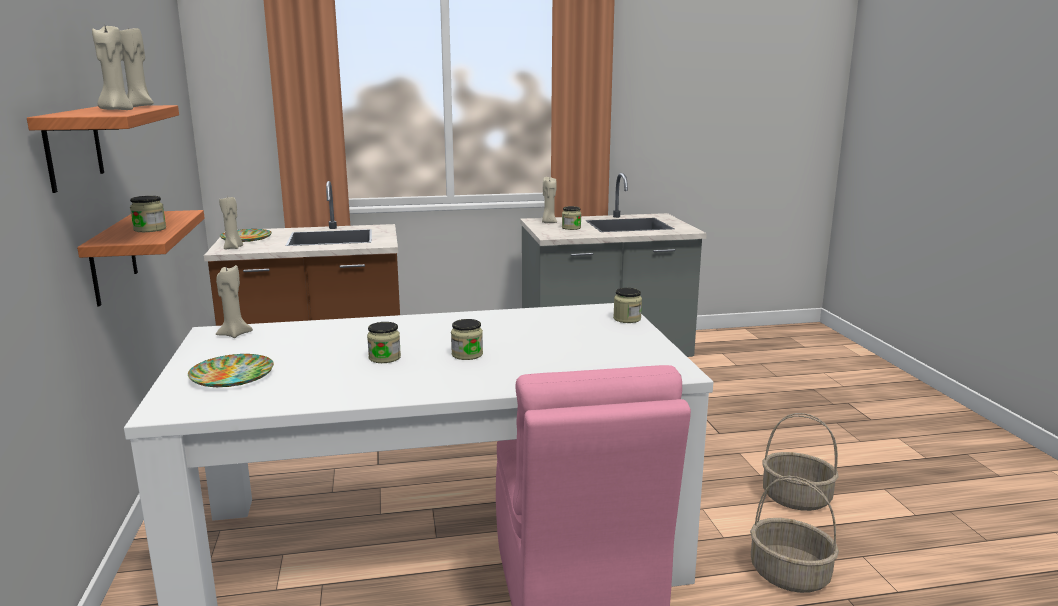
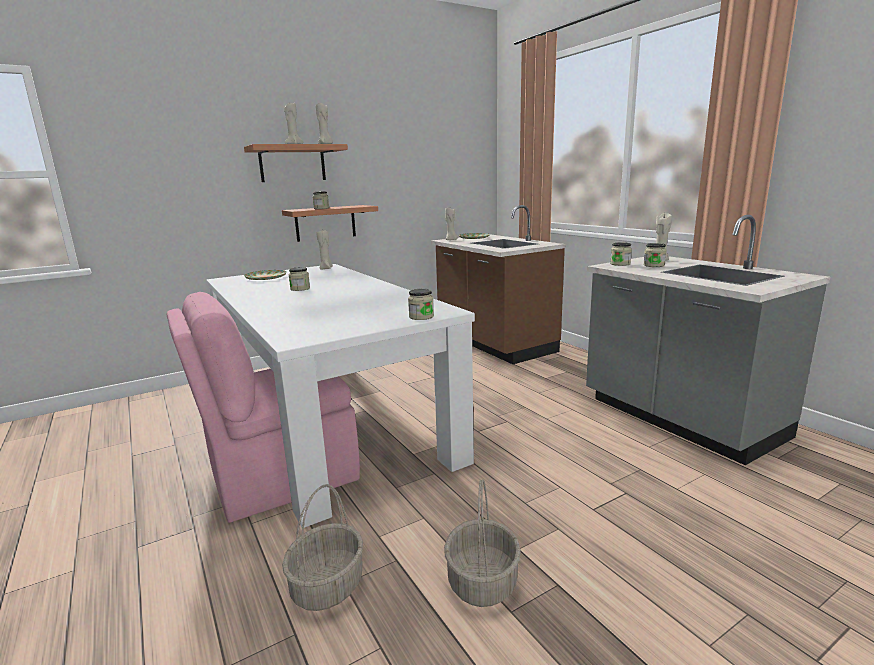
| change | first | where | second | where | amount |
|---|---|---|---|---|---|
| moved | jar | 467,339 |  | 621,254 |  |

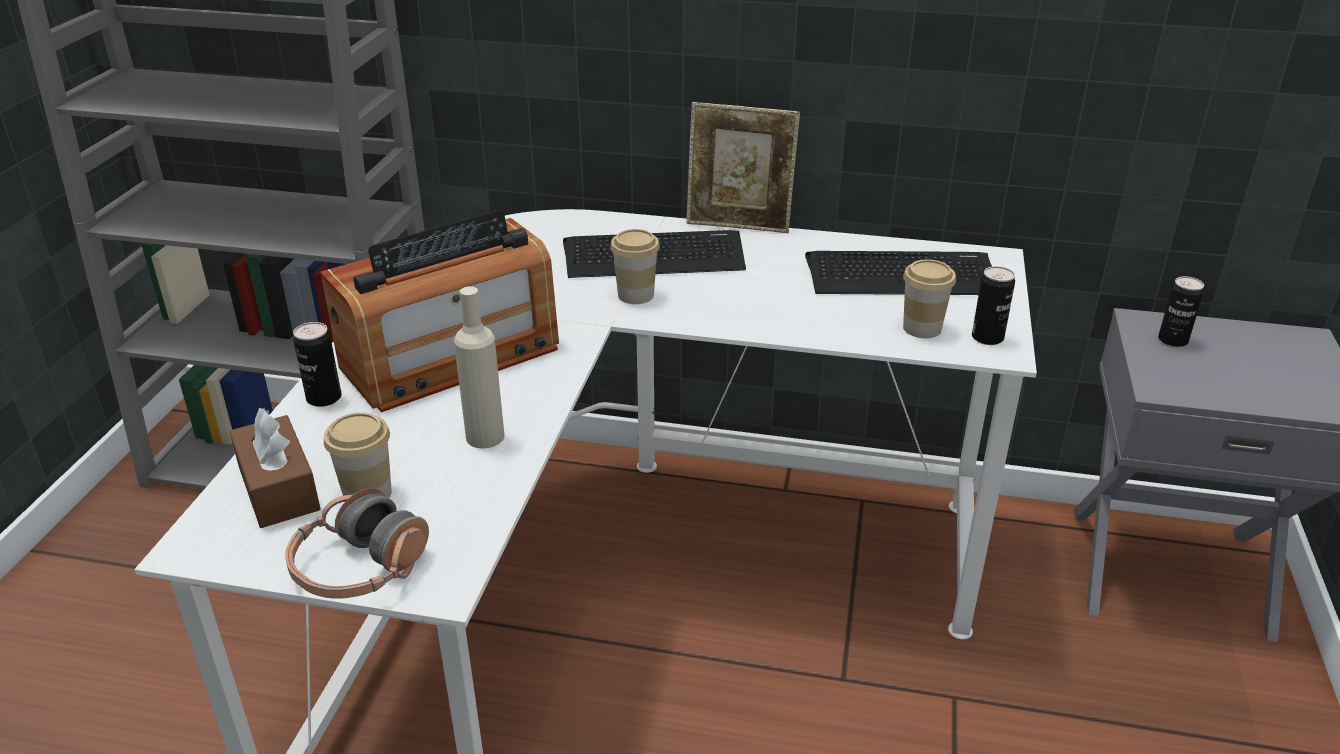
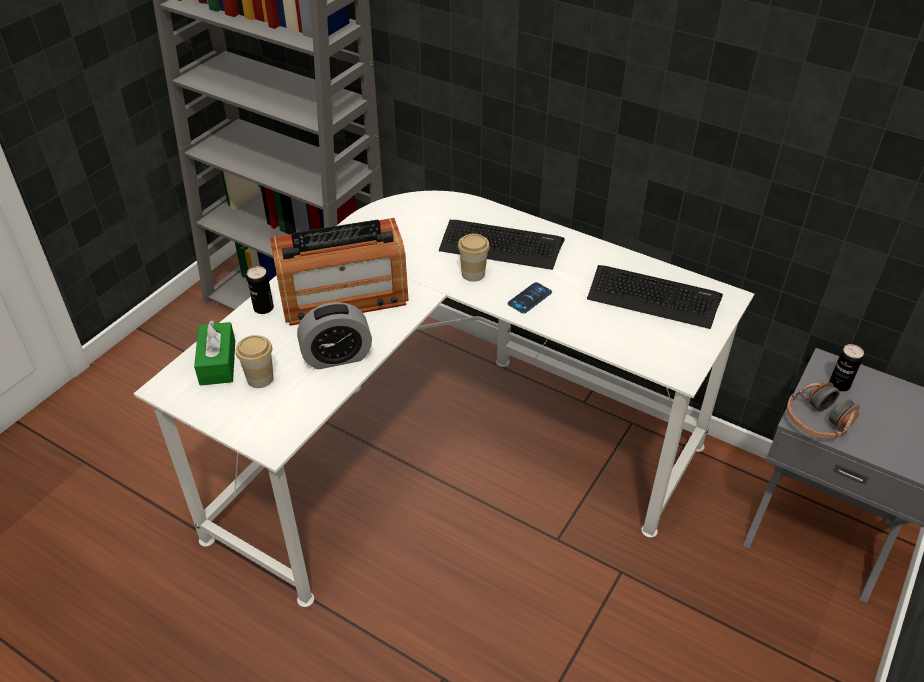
| change | first | where | second | where | amount |
|---|---|---|---|---|---|
| removed | picture frame | 743,167 |  |  |  |
| removed | cup | 929,298 |  |  |  |
| removed | can | 993,305 |  |  |  |
| replaced | beige bottle | 479,367 | alarm clock | 334,335 |  |
| recoloured | brown tissue box | 274,468 | green tissue box | 214,352 |  |
| moved | headphones | 357,543 |  | 823,410 |  |
| added |  |  | phone | 530,298 |  |

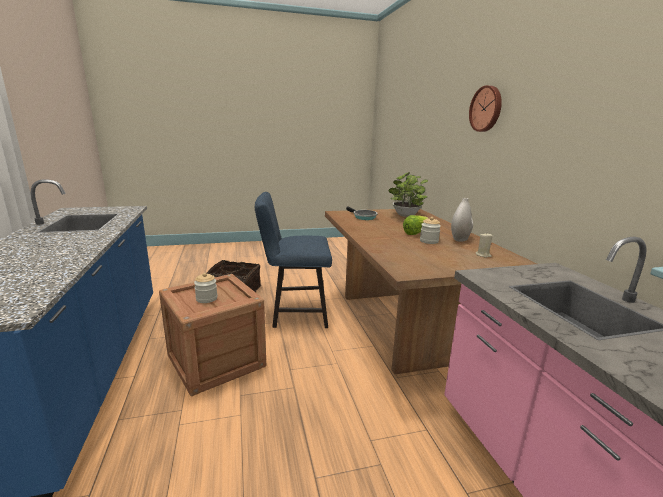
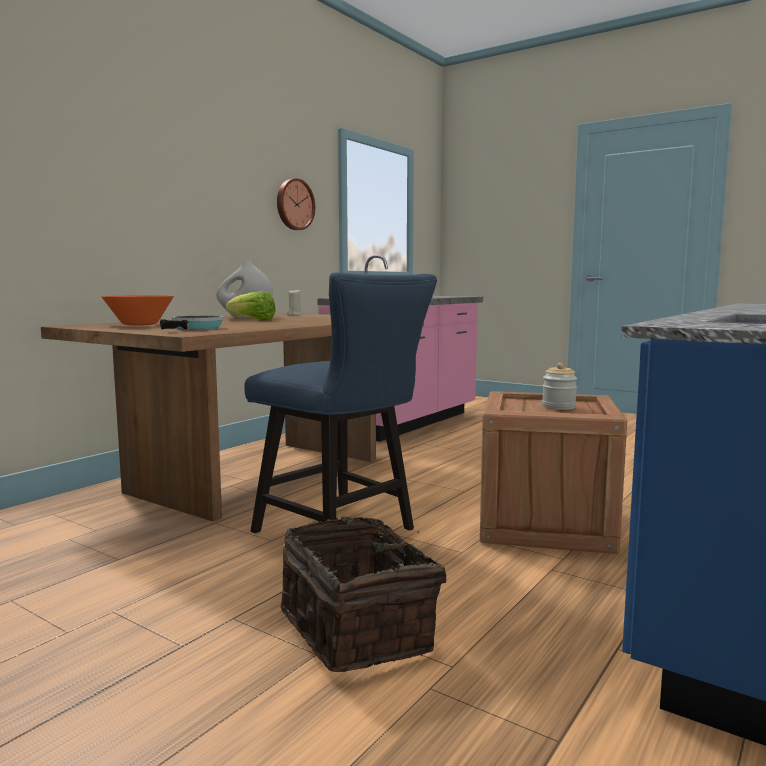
| change | first | where | second | where | amount |
|---|---|---|---|---|---|
| moved | wall clock | 485,108 |  | 296,204 |  |
| replaced | potted plant | 408,194 | orange bowl | 137,310 |  |
| removed | jar | 430,230 |  |  |  |

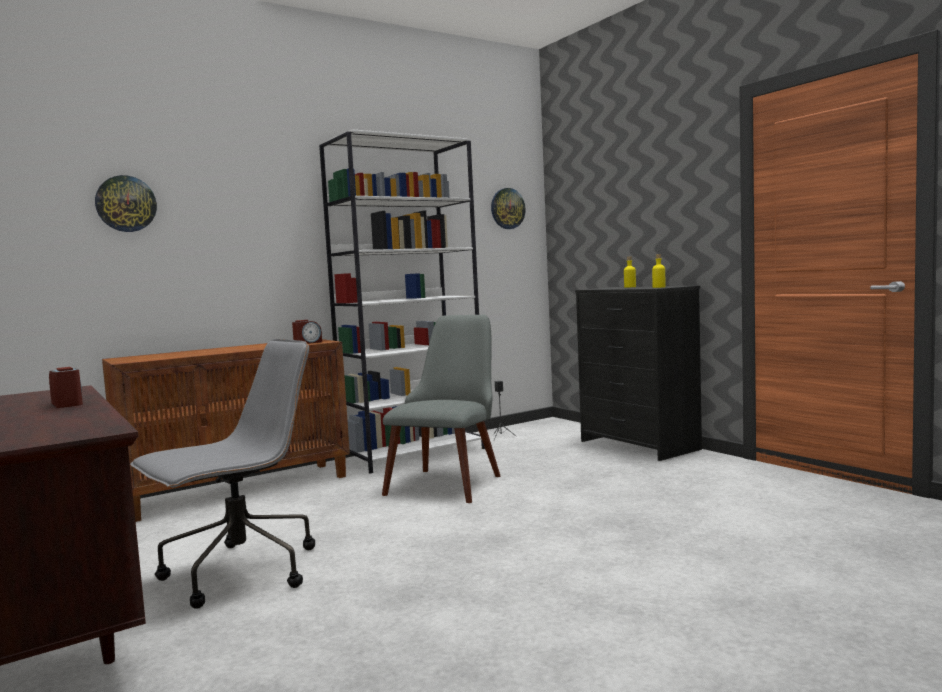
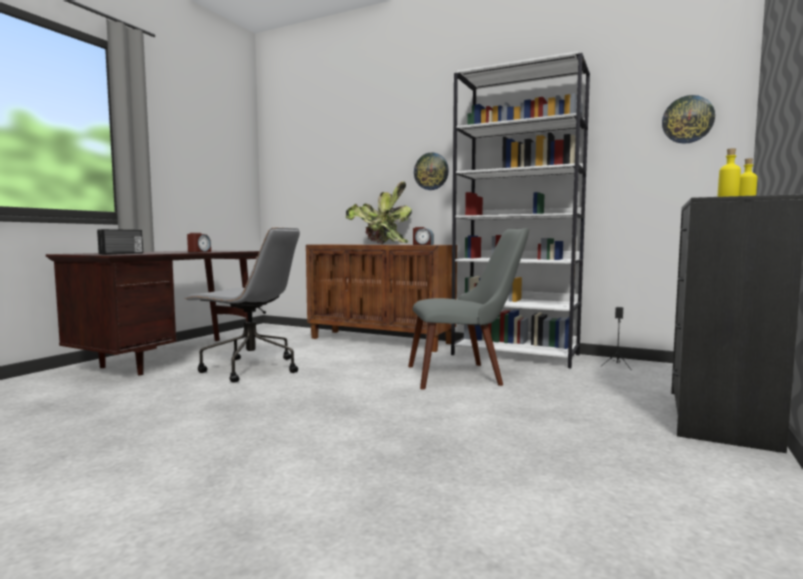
| change | first | where | second | where | amount |
|---|---|---|---|---|---|
| moved | wall clock | 126,203 |  | 431,171 |  |
| added |  |  | potted plant | 379,212 |  |
| added |  |  | radio | 120,241 |  |

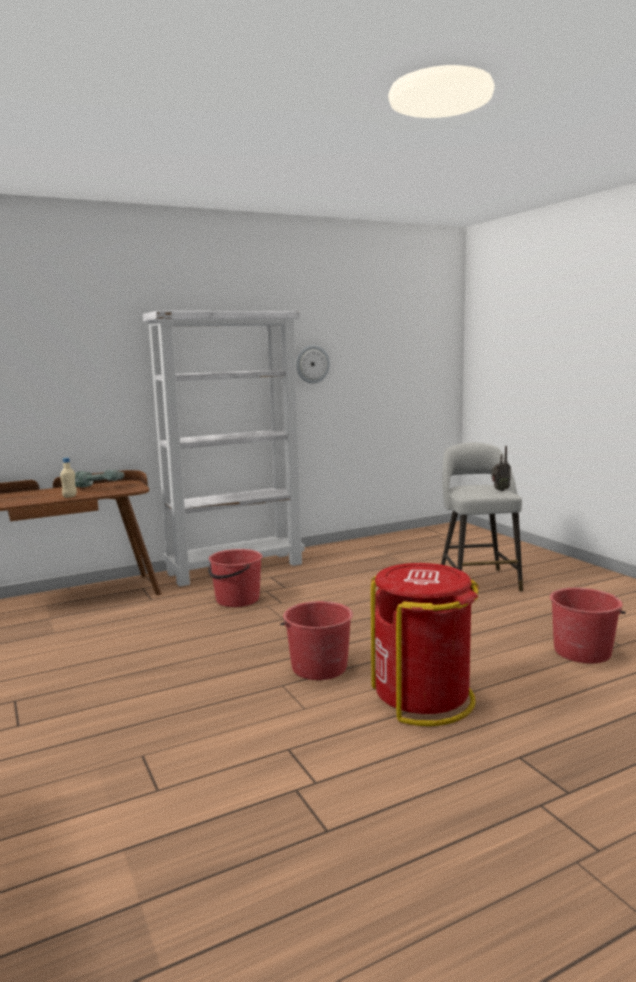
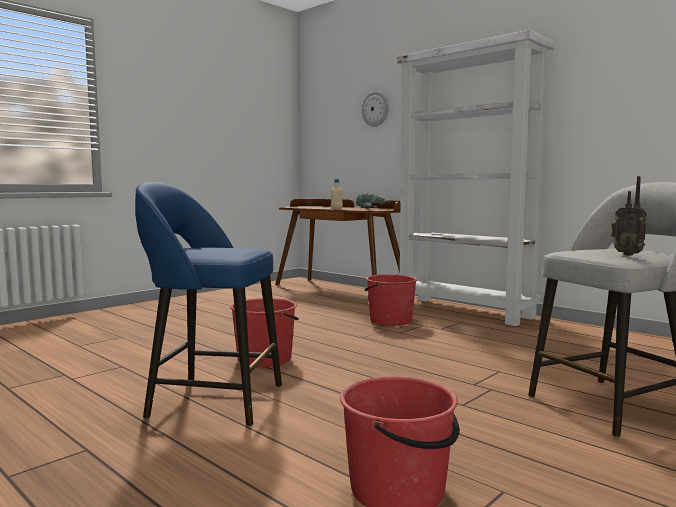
| change | first | where | second | where | amount |
|---|---|---|---|---|---|
| moved | wall clock | 313,364 |  | 375,109 |  |
| replaced | red trash can | 425,644 | blue stool | 208,304 |  |

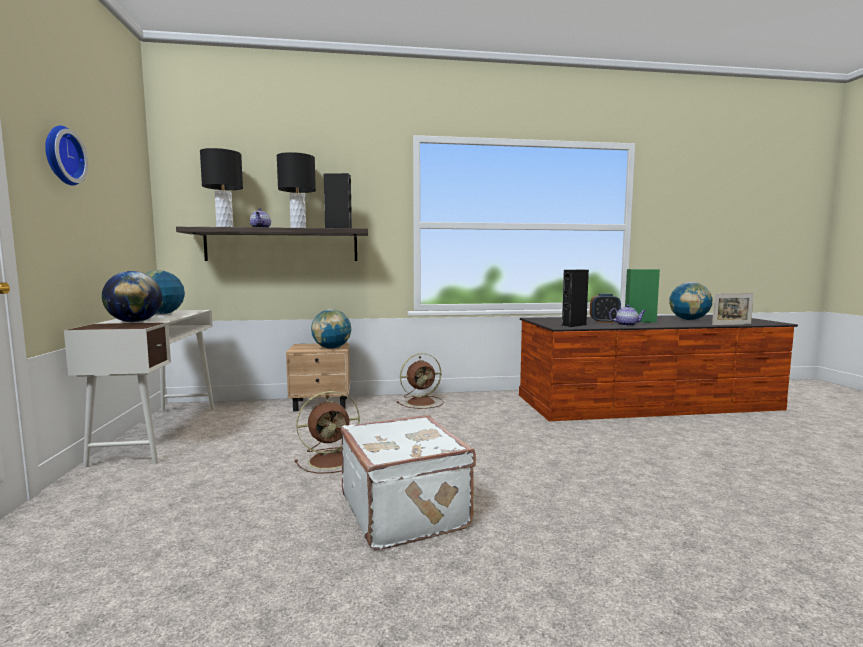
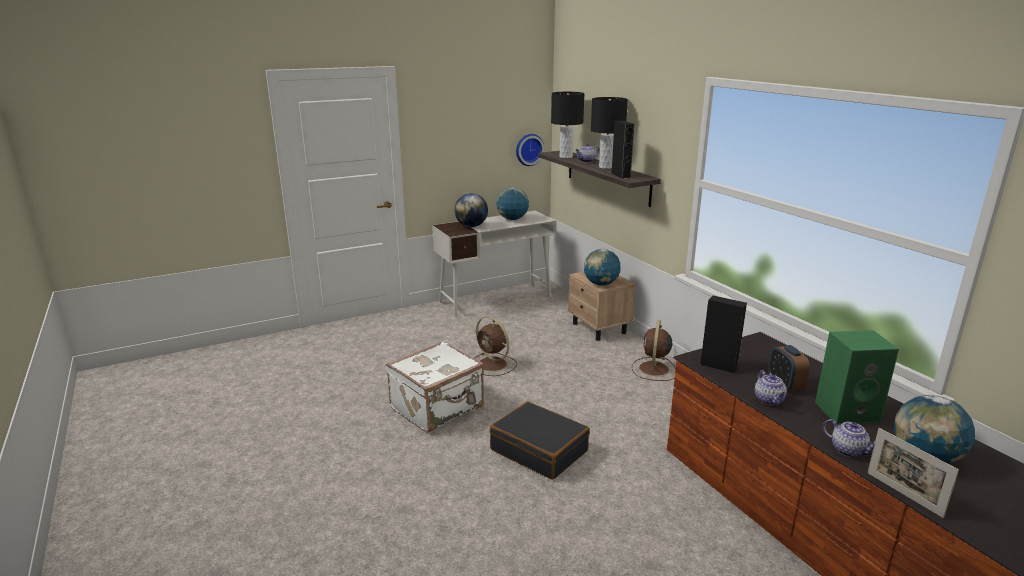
| change | first | where | second | where | amount |
|---|---|---|---|---|---|
| moved | wall clock | 66,156 |  | 530,150 |  |
| turned | brown fan | 420,381 |  | 654,350 | 60 degrees clockwise |
| added |  |  | black suitcase | 540,440 |  |
| added |  |  | teapot | 849,438 |  |

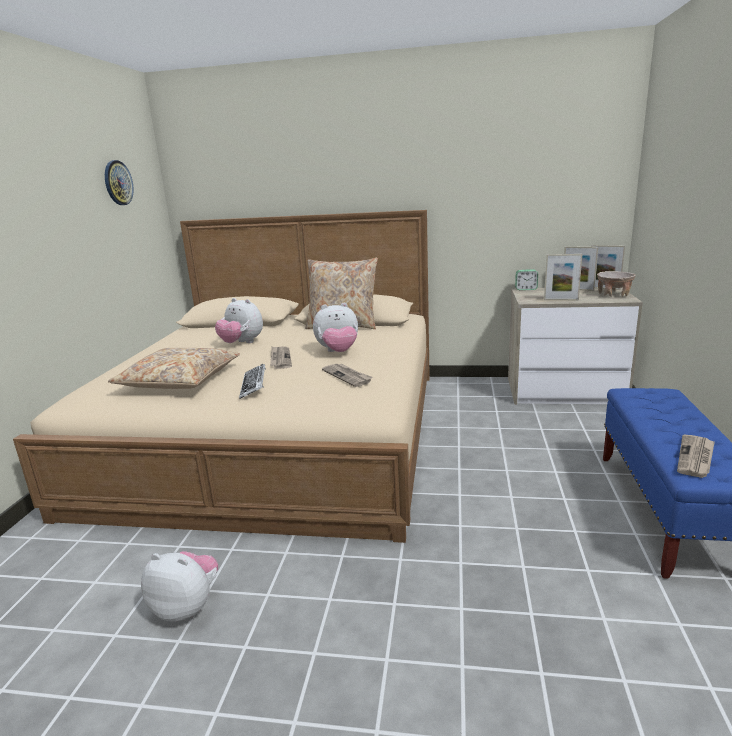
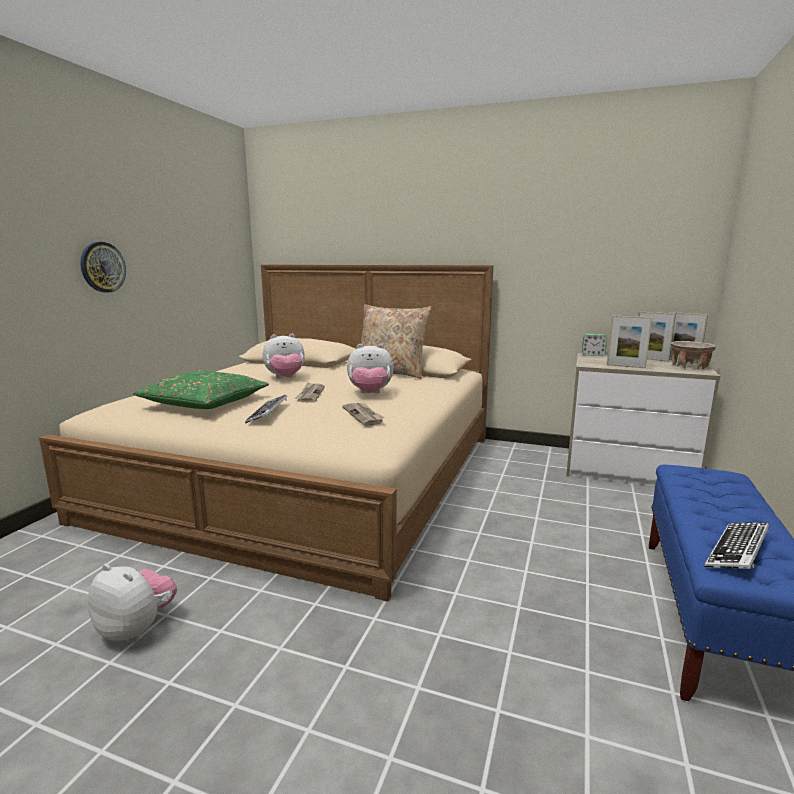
| change | first | where | second | where | amount |
|---|---|---|---|---|---|
| moved | wall clock | 119,182 |  | 103,267 |  |
| turned | plush toy | 239,320 |  | 283,356 | 60 degrees counterclockwise |
| recoloured | beige pillow | 174,368 | green pillow | 201,390 |  |
| replaced | newspaper | 696,456 | keyboard | 736,545 |  |

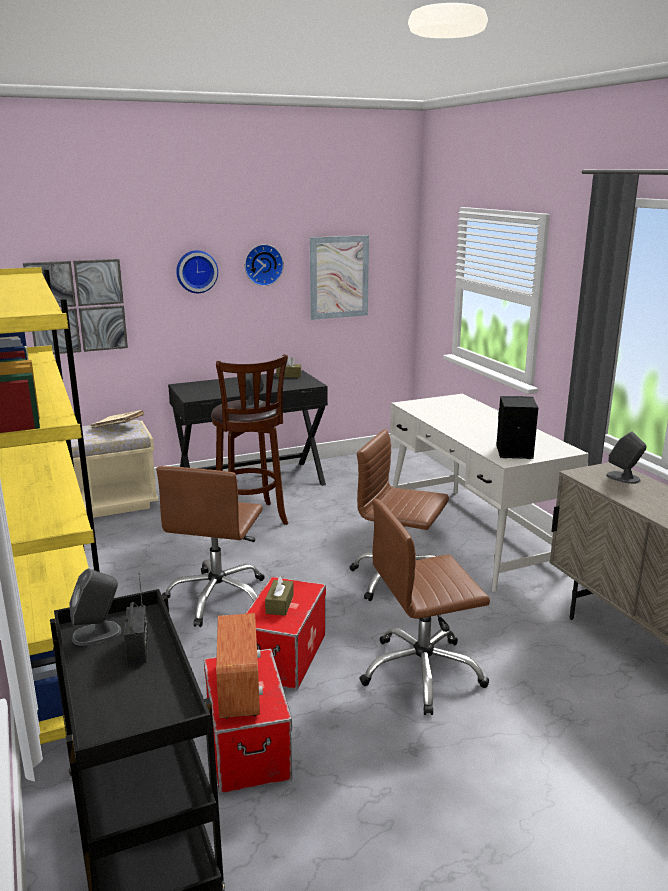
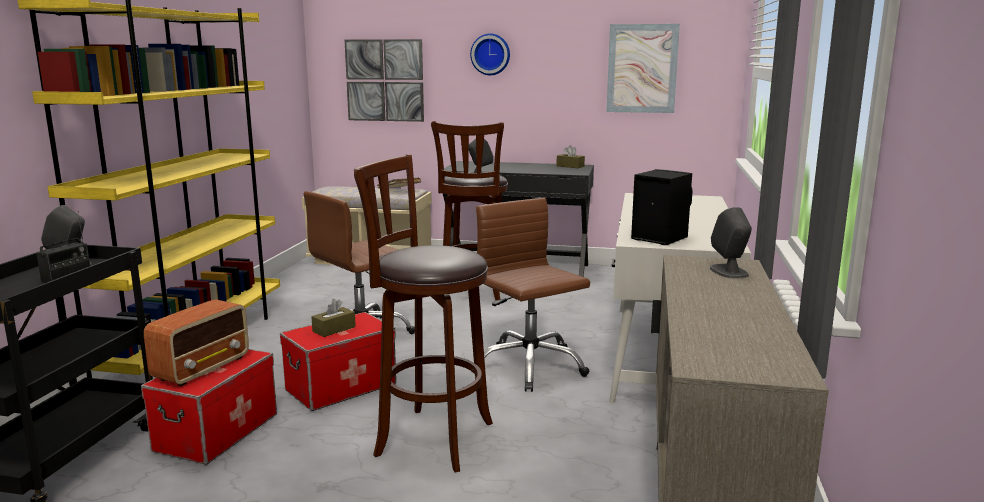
| change | first | where | second | where | amount |
|---|---|---|---|---|---|
| removed | wall clock | 264,265 |  |  |  |
| replaced | brown office chair | 424,607 | brown stool | 423,313 |  |

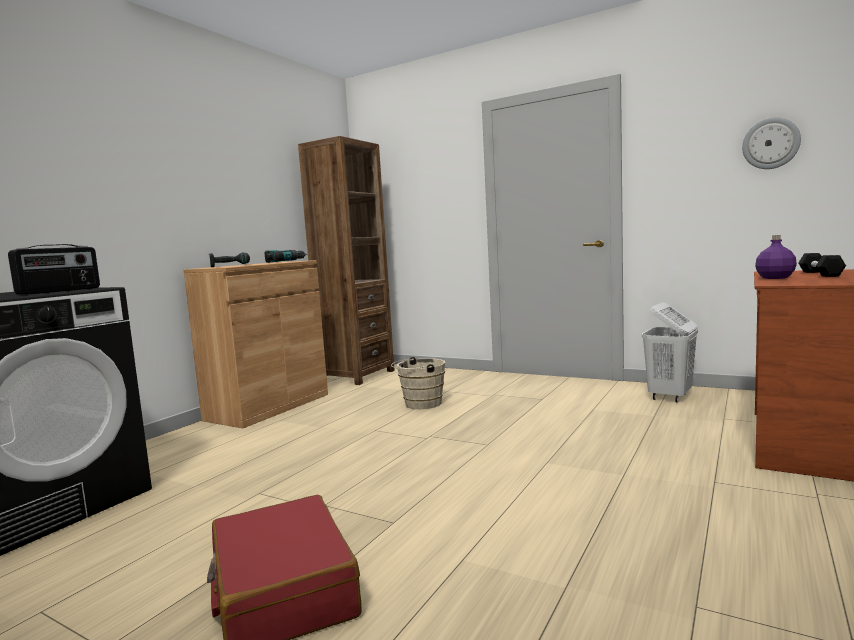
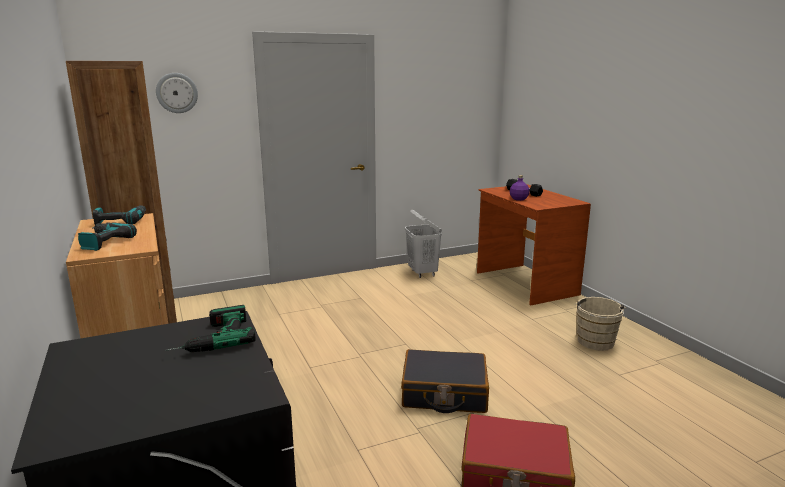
| change | first | where | second | where | amount |
|---|---|---|---|---|---|
| moved | wall clock | 771,143 |  | 177,93 |  |
| replaced | radio | 54,269 | power drill | 210,328 |  |
| moved | beige bucket | 418,383 |  | 600,324 |  |
| added |  |  | black suitcase | 445,381 |  |

